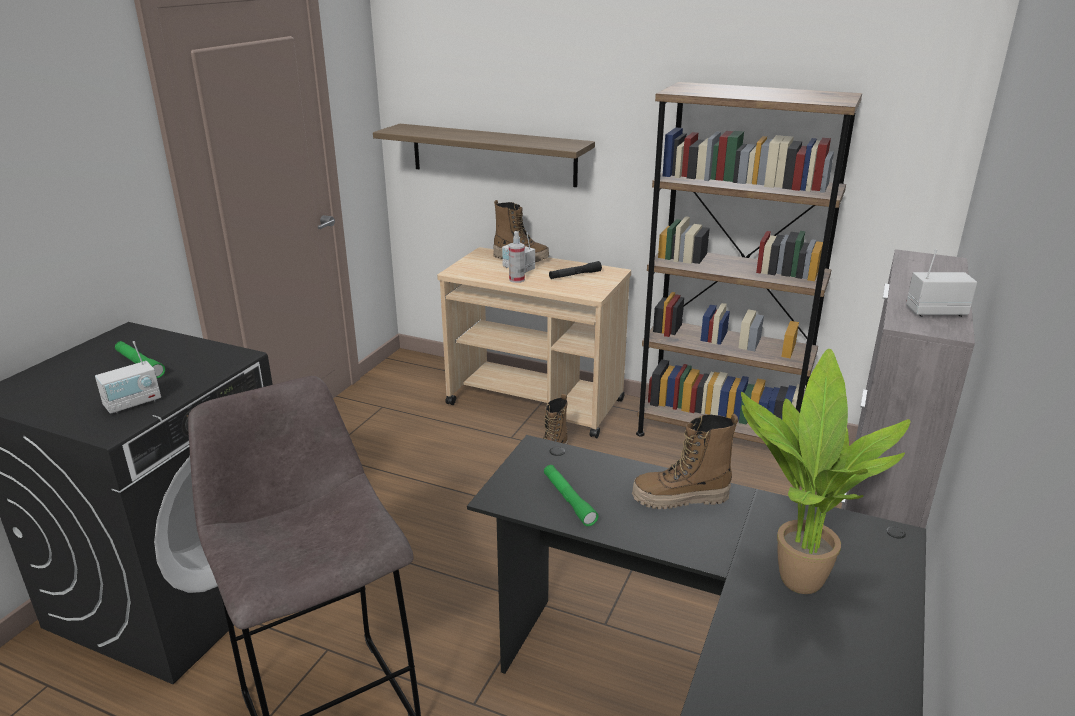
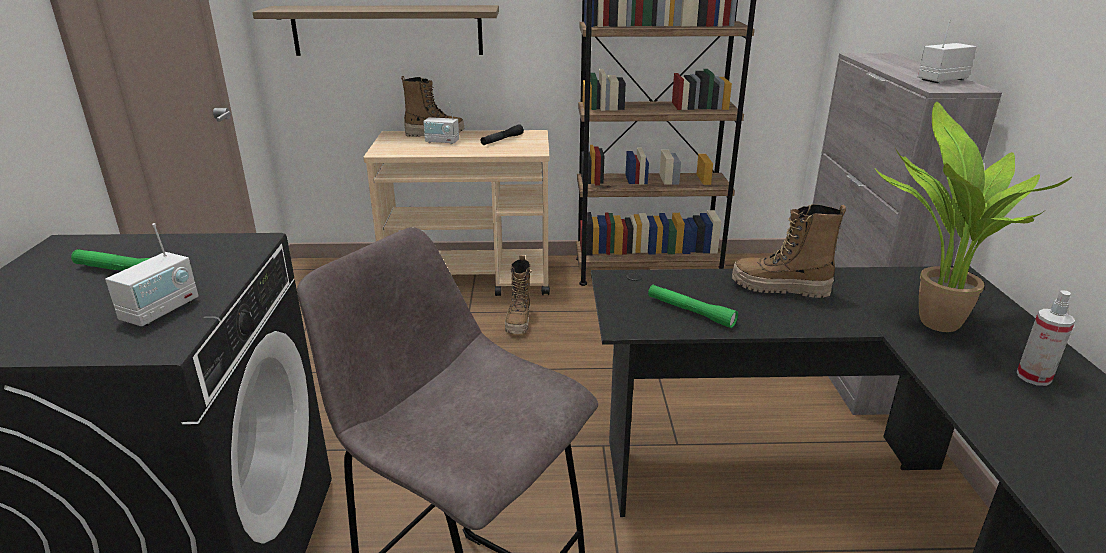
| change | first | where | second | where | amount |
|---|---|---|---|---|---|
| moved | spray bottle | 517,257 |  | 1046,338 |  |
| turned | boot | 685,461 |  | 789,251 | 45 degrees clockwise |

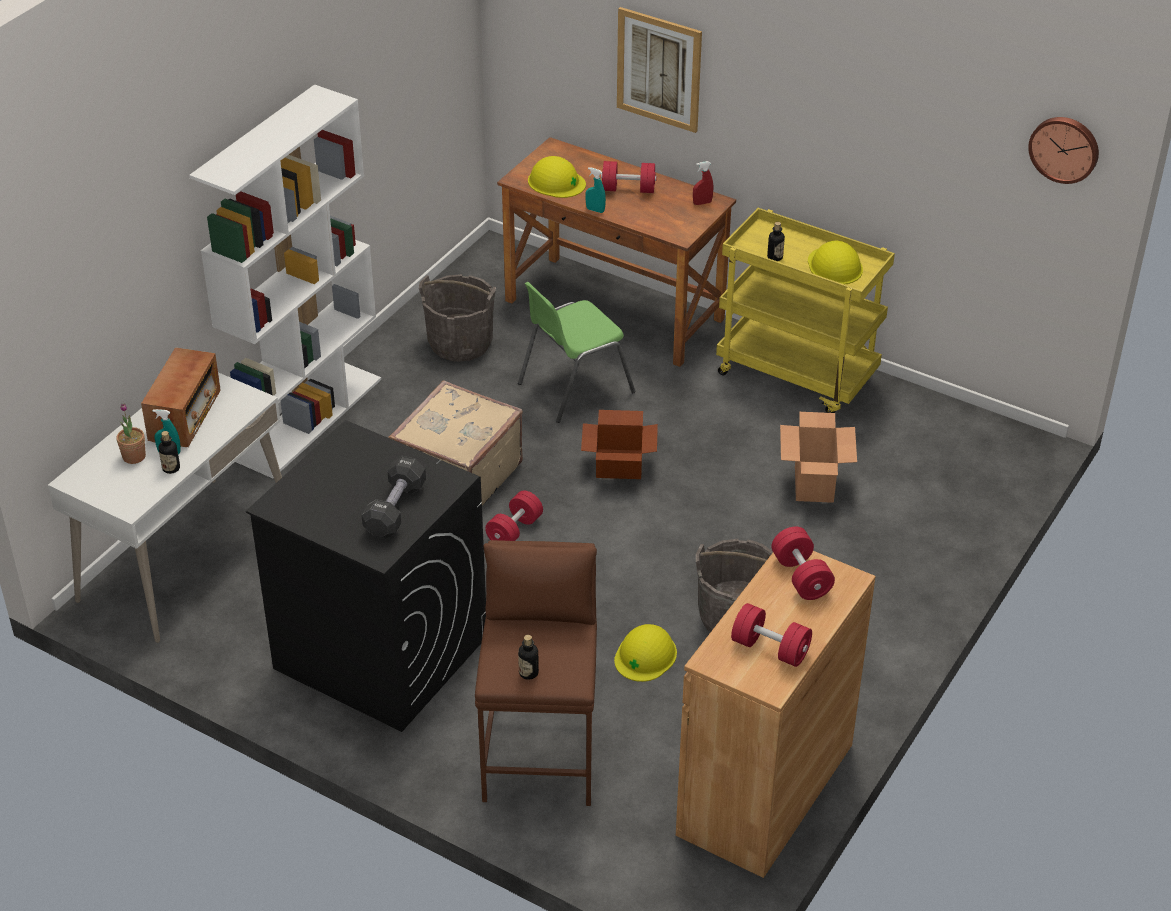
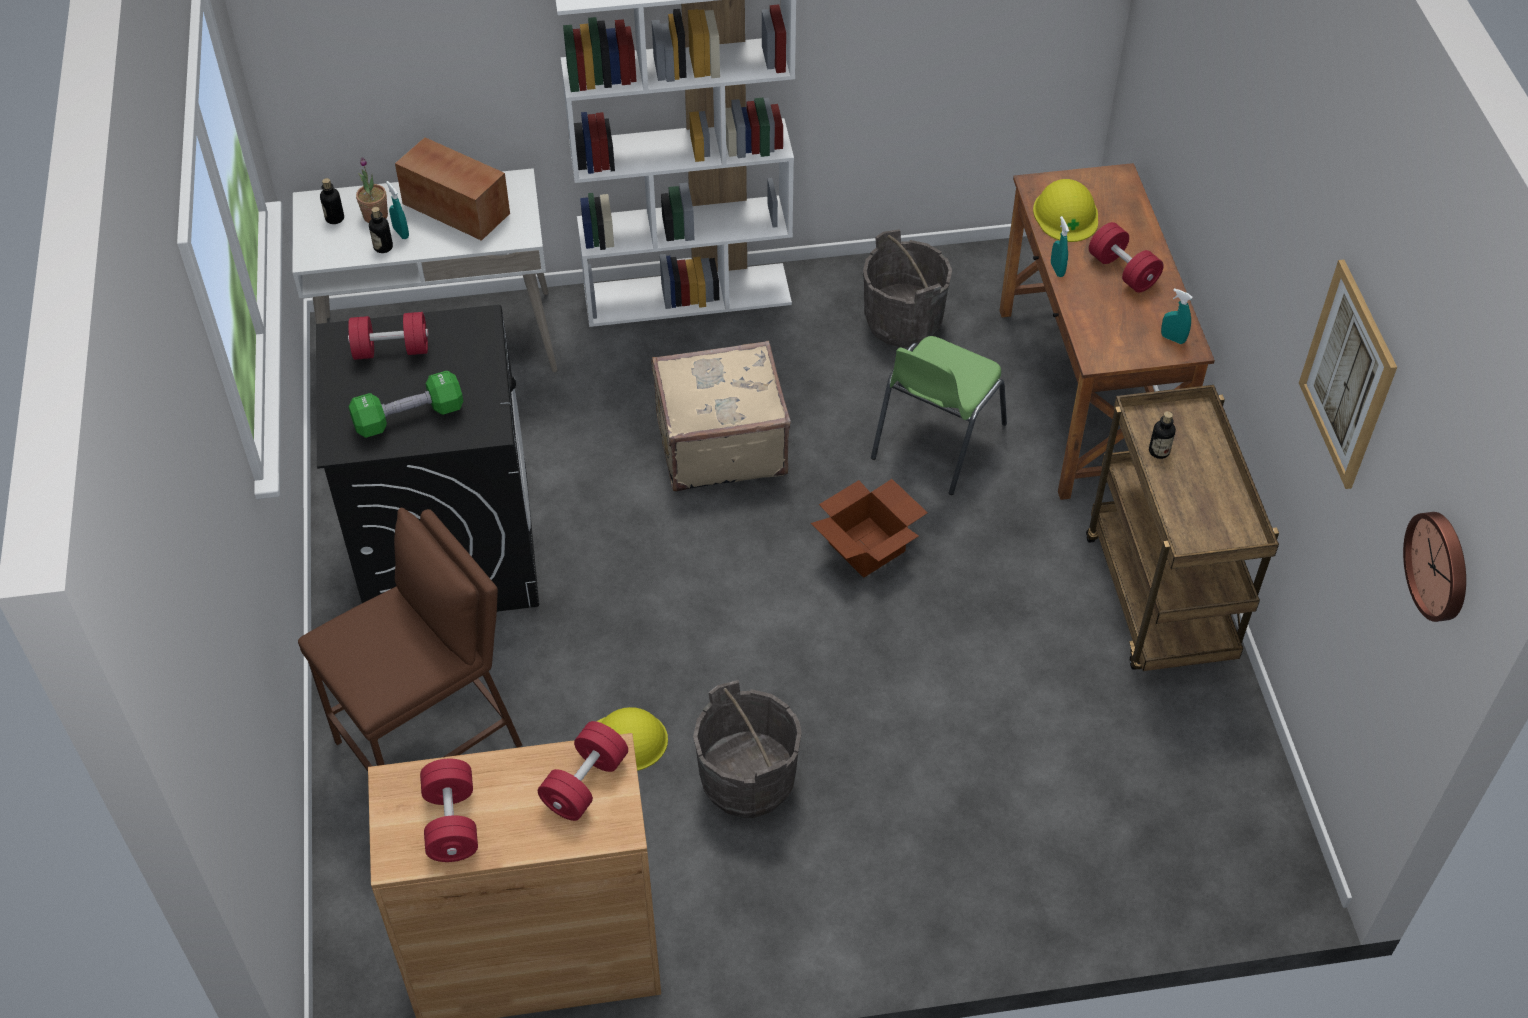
| change | first | where | second | where | amount |
|---|---|---|---|---|---|
| moved | picture | 659,70 |  | 1348,374 |  |
| recoloured | red spray bottle | 703,183 | turquoise spray bottle | 1176,316 |  |
| recoloured | yellow cart | 805,310 | brown cart | 1182,528 |  |
| removed | yellow hard hat | 835,263 |  |  |  |
| turned | green chair | 576,352 |  | 939,415 | 75 degrees counterclockwise |
| turned | radio | 181,397 |  | 452,189 | 120 degrees counterclockwise |
| removed | cardboard box | 818,457 |  |  |  |
| recoloured | black dumbbell | 394,497 | green dumbbell | 406,404 |  |
| moved | red dumbbell | 514,515 |  | 388,336 |  |
| moved | bottle | 528,657 |  | 332,201 |  |

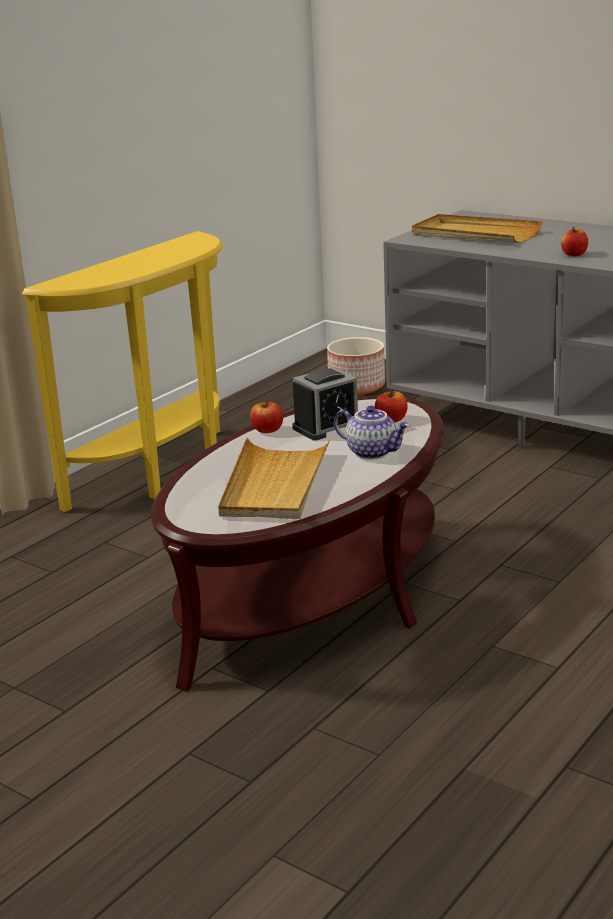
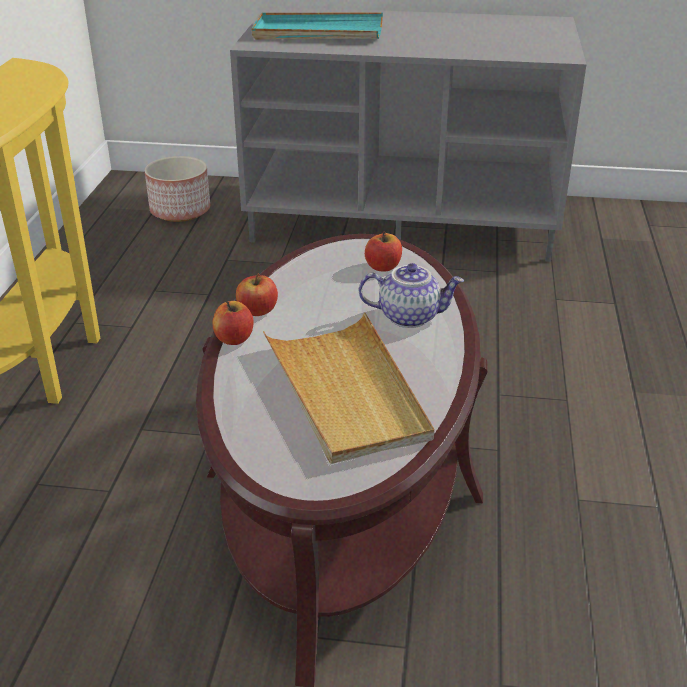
| change | first | where | second | where | amount |
|---|---|---|---|---|---|
| recoloured | beige tray | 477,228 | turquoise tray | 317,26 |  |
| moved | apple | 574,241 |  | 233,323 |  |
| removed | alarm clock | 325,403 |  |  |  |

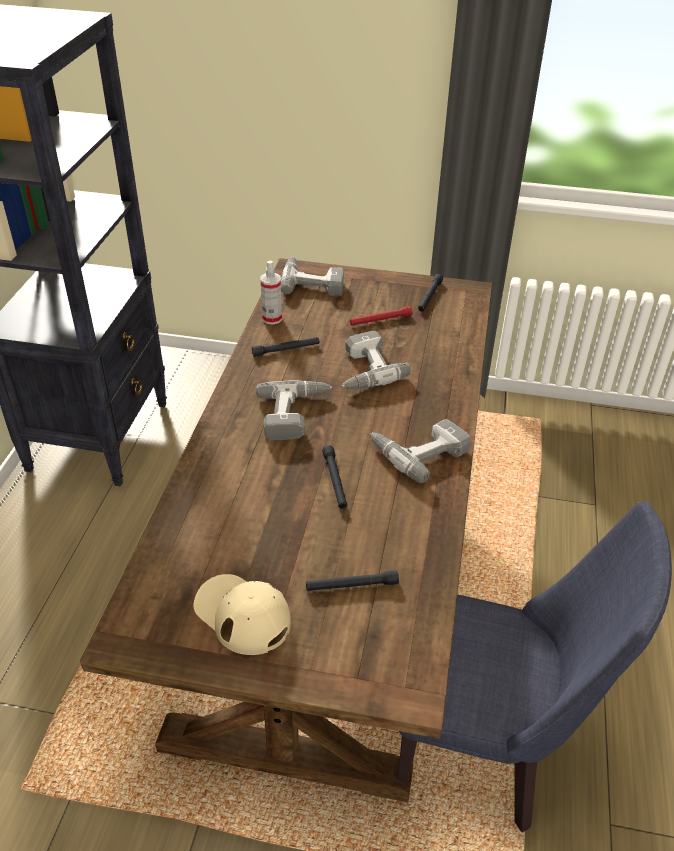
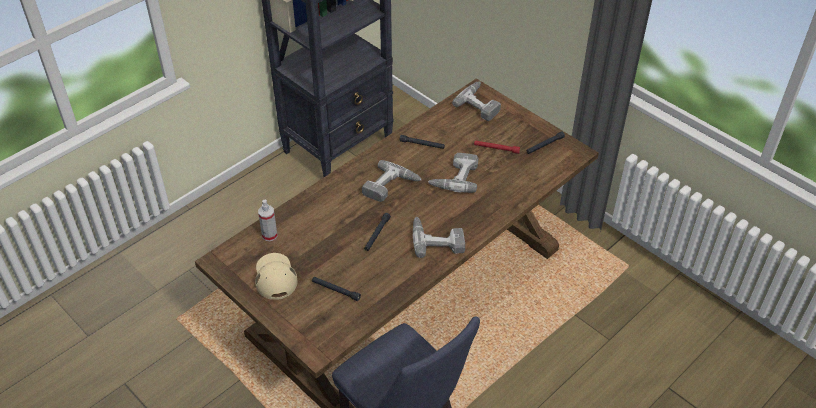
| change | first | where | second | where | amount |
|---|---|---|---|---|---|
| moved | spray bottle | 271,292 |  | 268,220 |  |

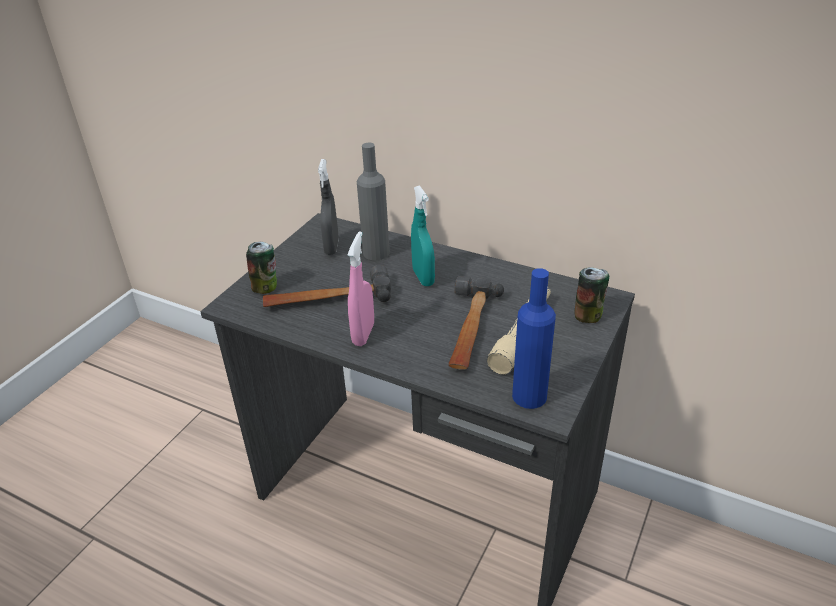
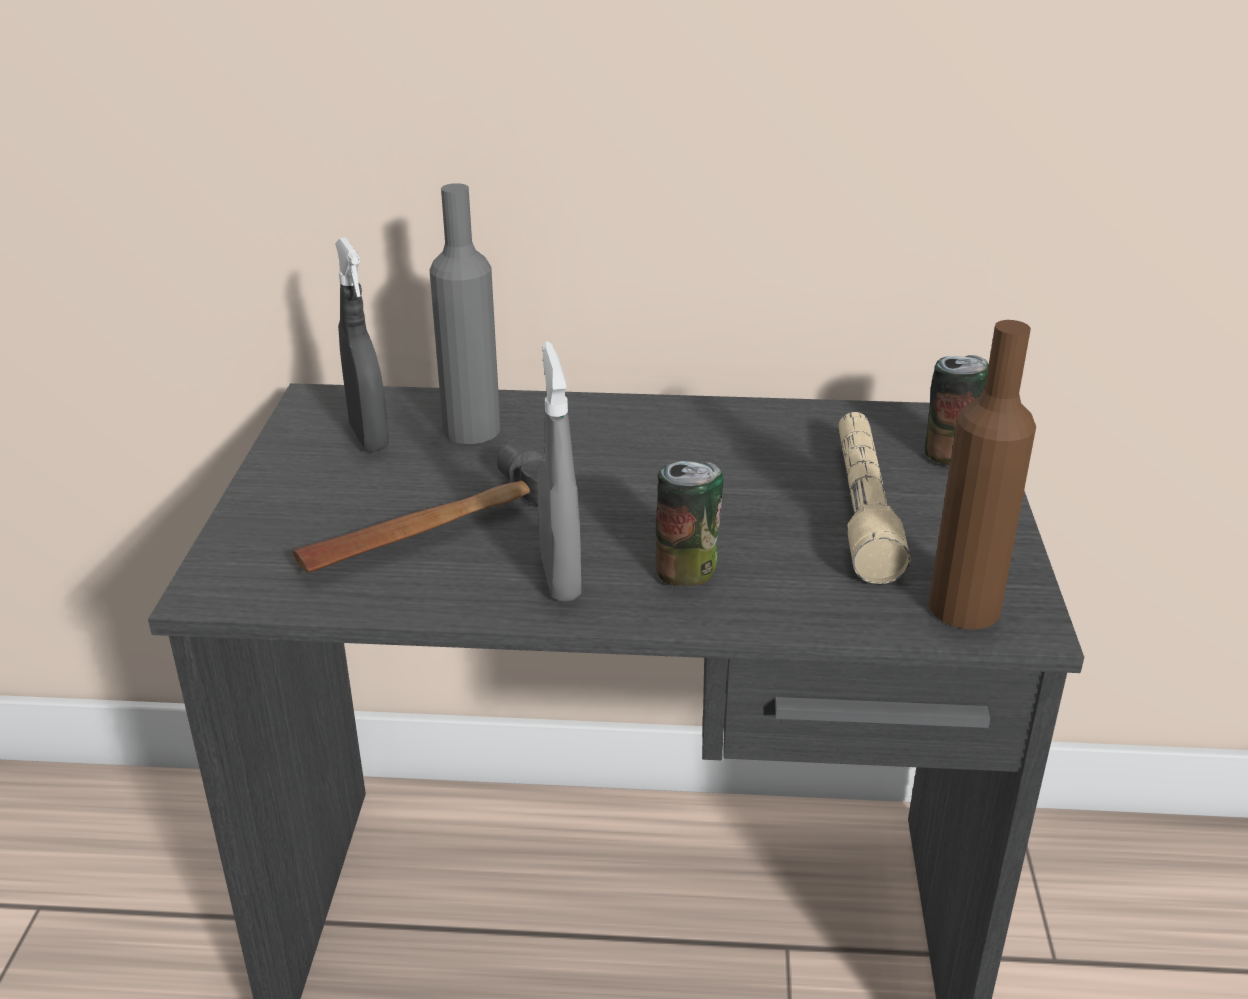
| change | first | where | second | where | amount |
|---|---|---|---|---|---|
| removed | turquoise spray bottle | 423,236 |  |  |  |
| recoloured | pink spray bottle | 361,288 | grey spray bottle | 559,472 |  |
| moved | can | 261,268 |  | 689,523 |  |
| recoloured | blue bottle | 534,338 | brown bottle | 982,474 |  |
| removed | hammer | 476,323 |  |  |  |

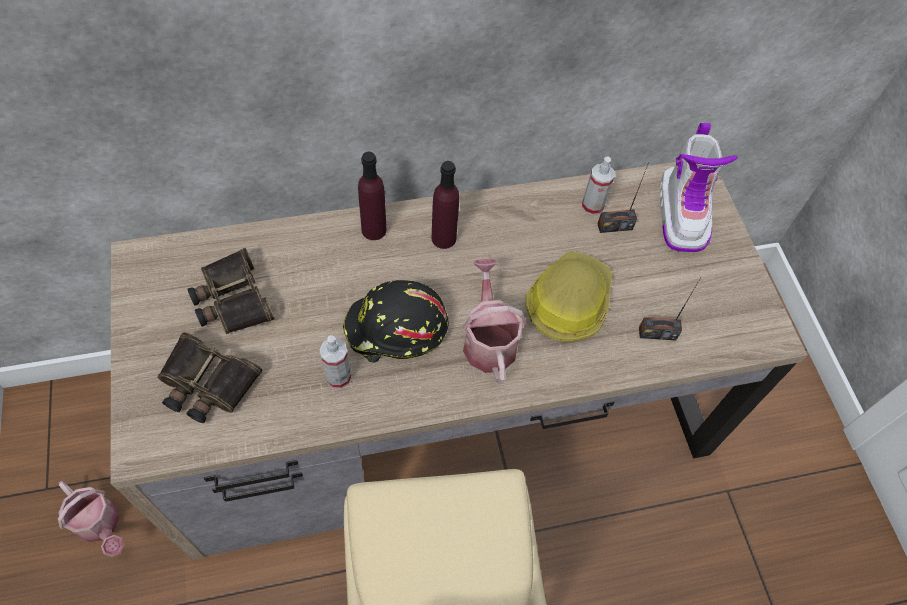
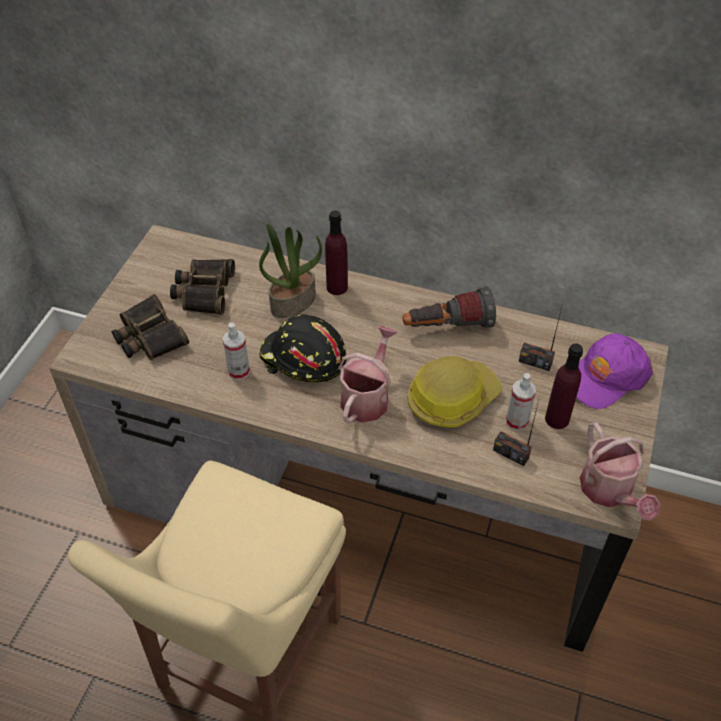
| change | first | where | second | where | amount |
|---|---|---|---|---|---|
| replaced | boot | 699,188 | purple cap | 614,371 |  |
| moved | spray bottle | 598,185 |  | 521,402 |  |
| moved | purple bottle | 445,205 |  | 564,386 |  |
| moved | watering can | 91,518 |  | 620,471 |  |
| added |  |  | potted plant | 290,270 |  |
| added |  |  | flashlight | 449,307 |  |

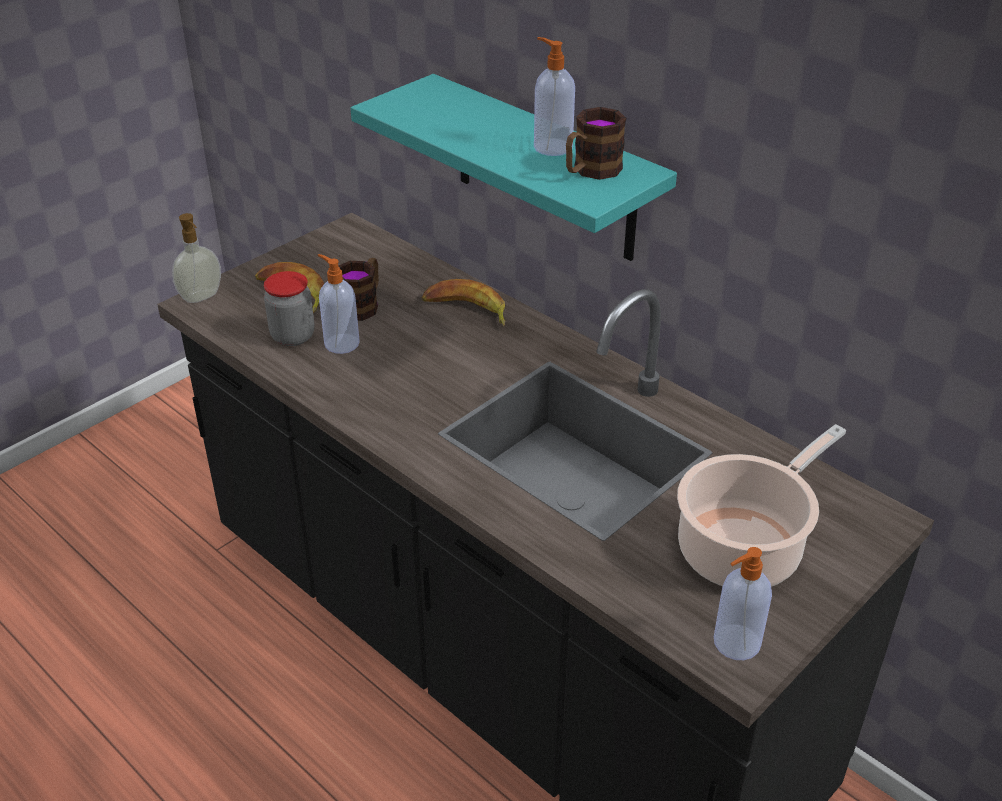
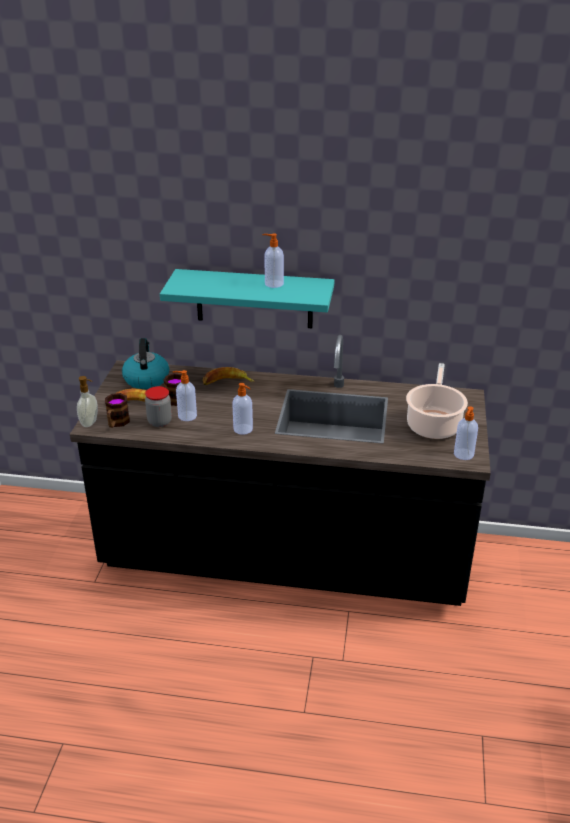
| change | first | where | second | where | amount |
|---|---|---|---|---|---|
| moved | mug | 596,143 |  | 117,410 |  |
| added |  |  | kettle | 145,363 |  |
| added |  |  | soap dispenser | 242,409 |  |

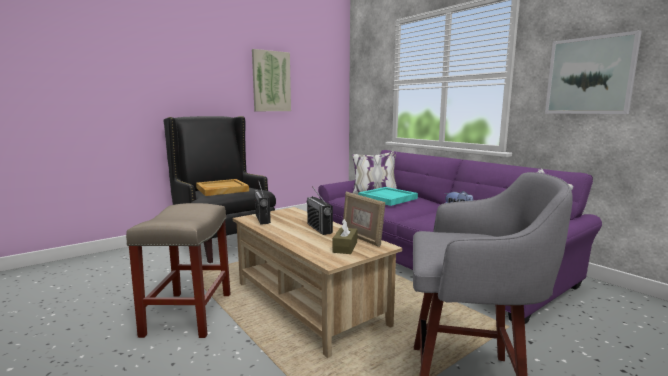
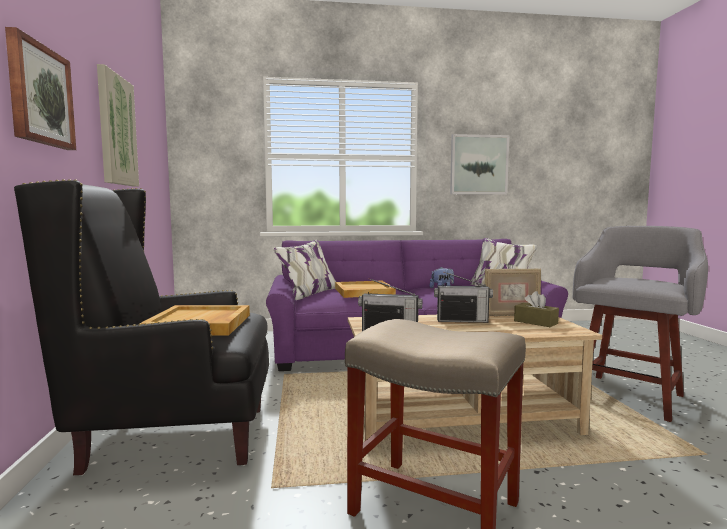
| change | first | where | second | where | amount |
|---|---|---|---|---|---|
| recoloured | turquoise tray | 388,196 | beige tray | 365,289 |  |
| added |  |  | picture | 40,88 |  |

